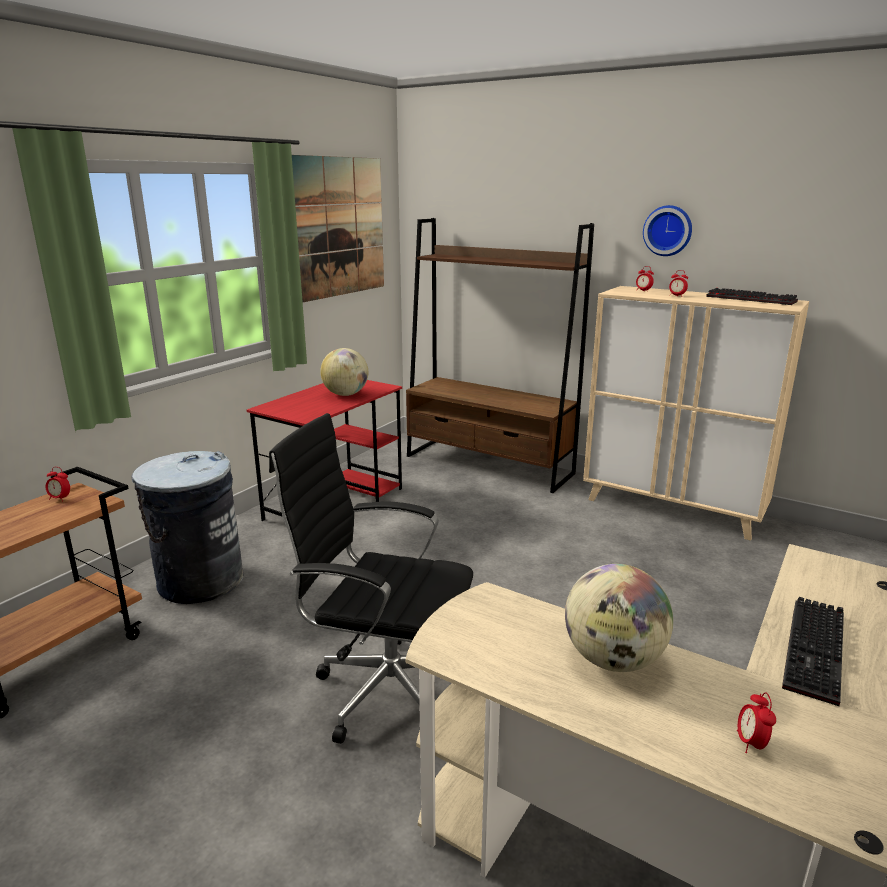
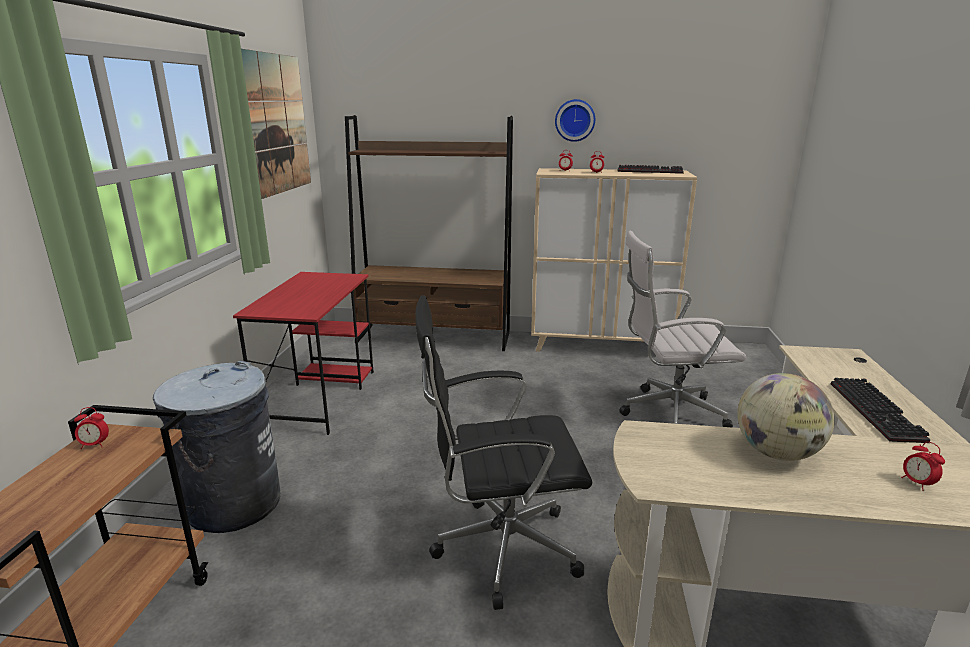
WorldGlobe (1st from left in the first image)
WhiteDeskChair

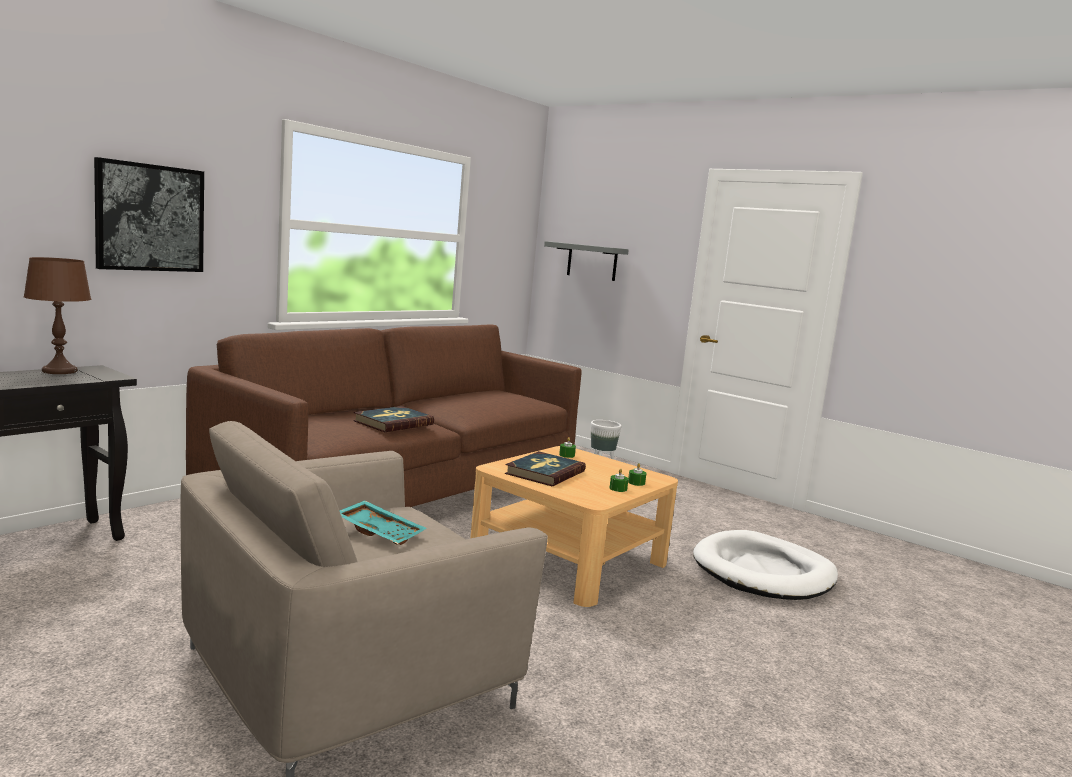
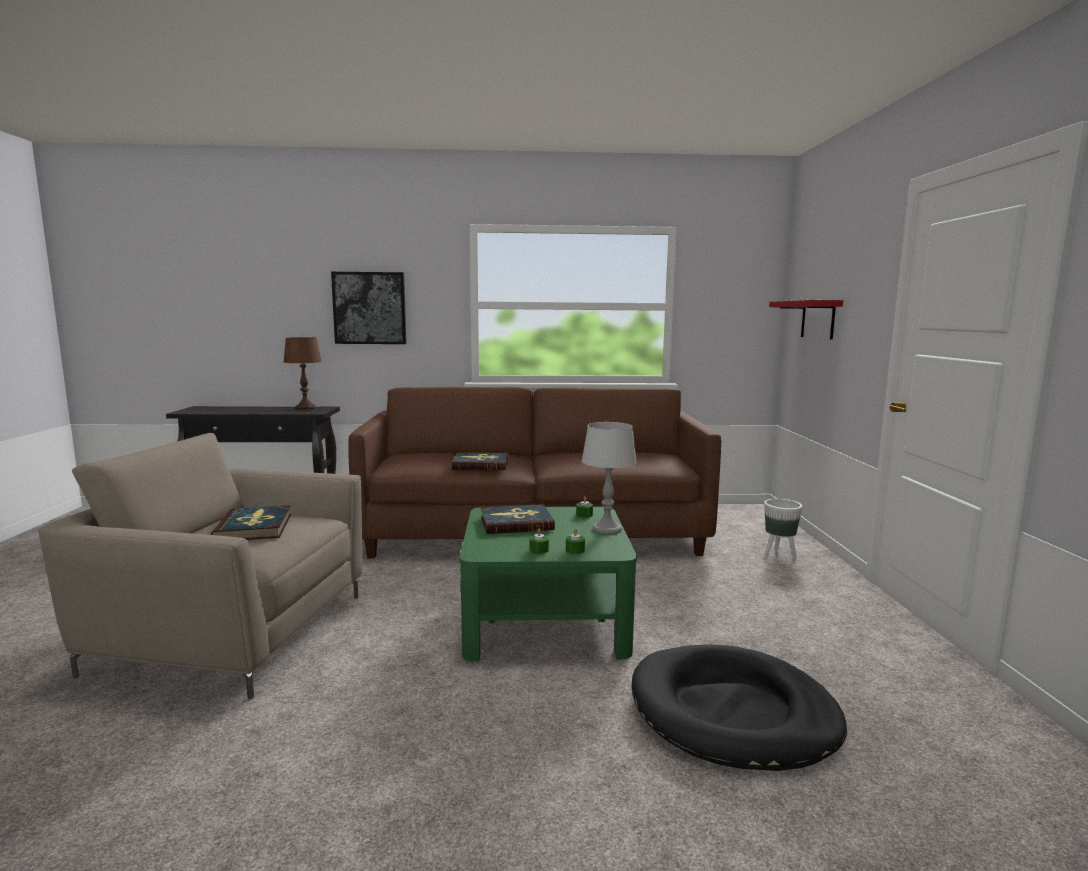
RedColouredBracketShelf
GreenColouredLoungeTable
BoundBook (1st from left)
BlackColouredDogCushion
GreyLampForATable

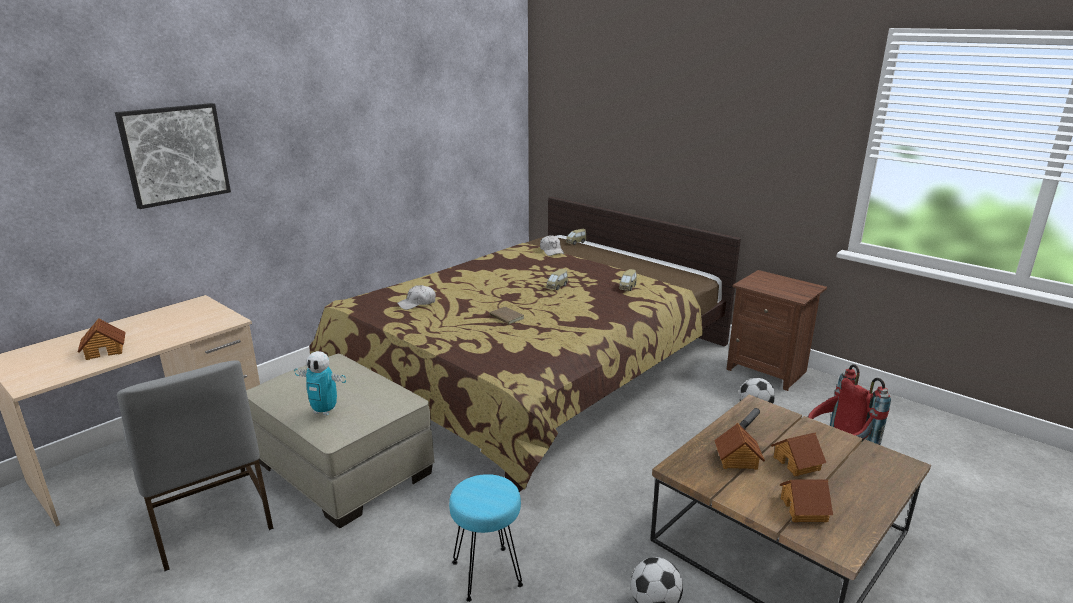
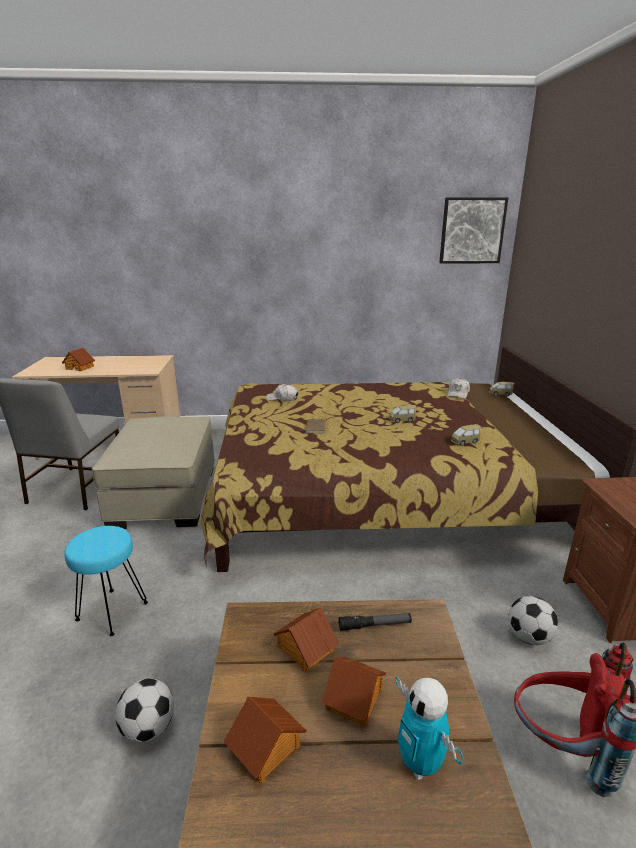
Picture
ToyRobot

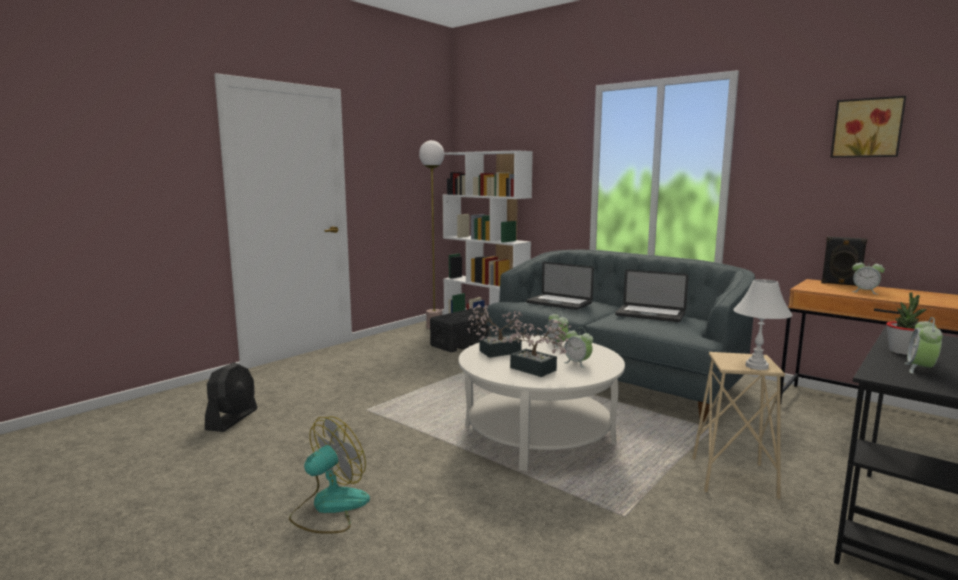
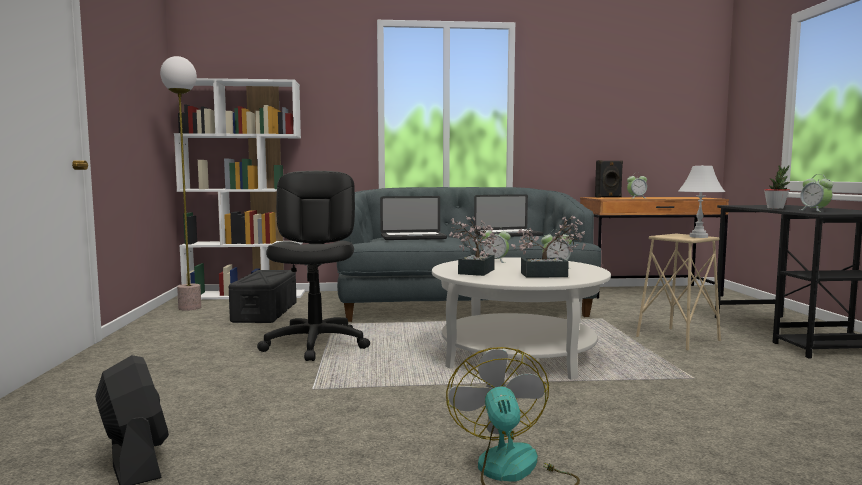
Picture
BlackColouredDeskChair

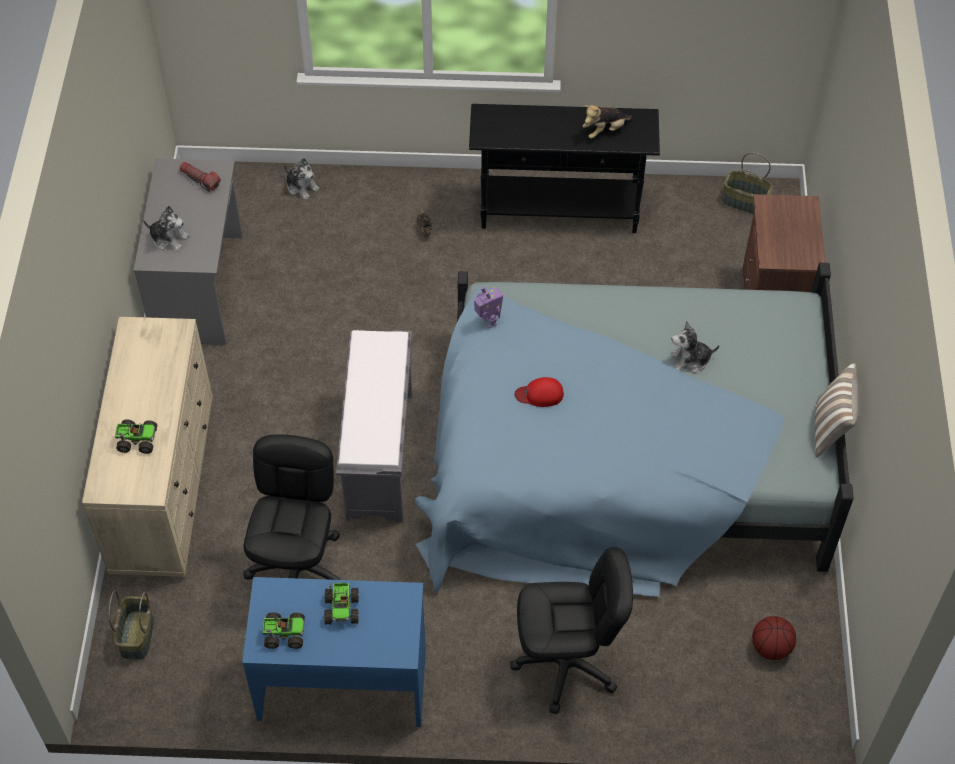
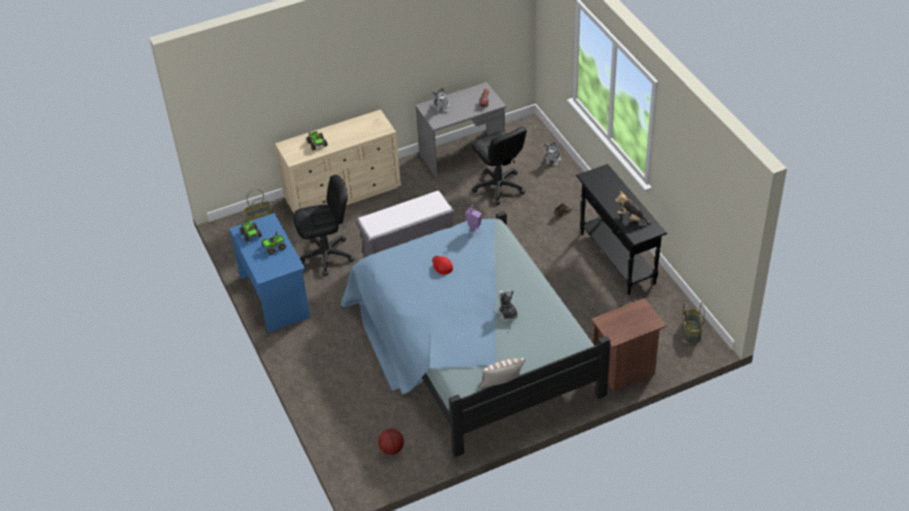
BlackColouredDeskChair (2nd from left)

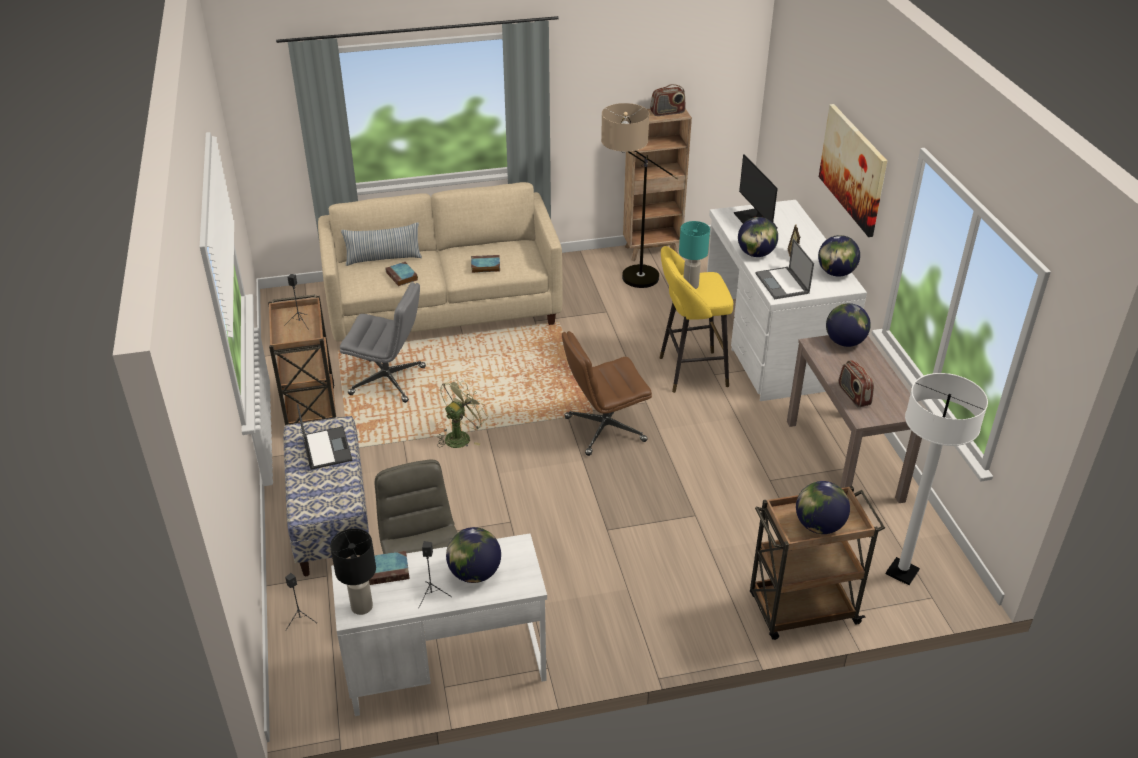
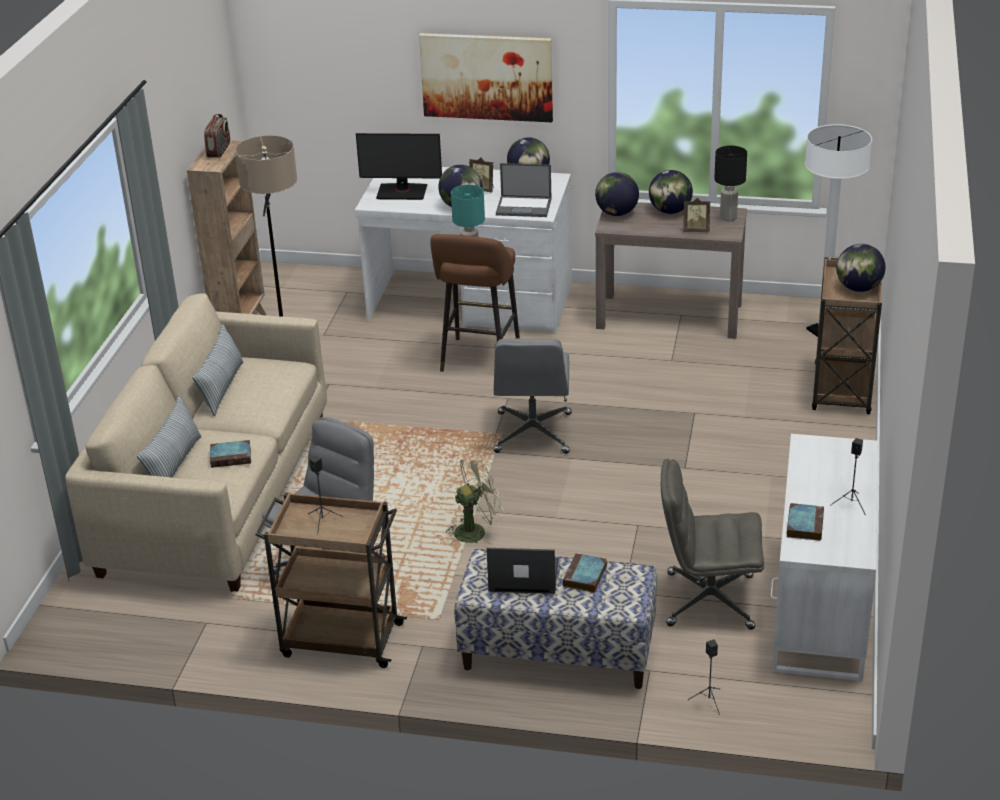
BrownishStool
BoundBook (2nd from left)
GreyDeskChair (2nd from left)
StandingFrame (2nd from left)
GreenColouredFan
WorldGlobe (4th from left)
BlackColouredLampForATable
Pillow (2nd from left)

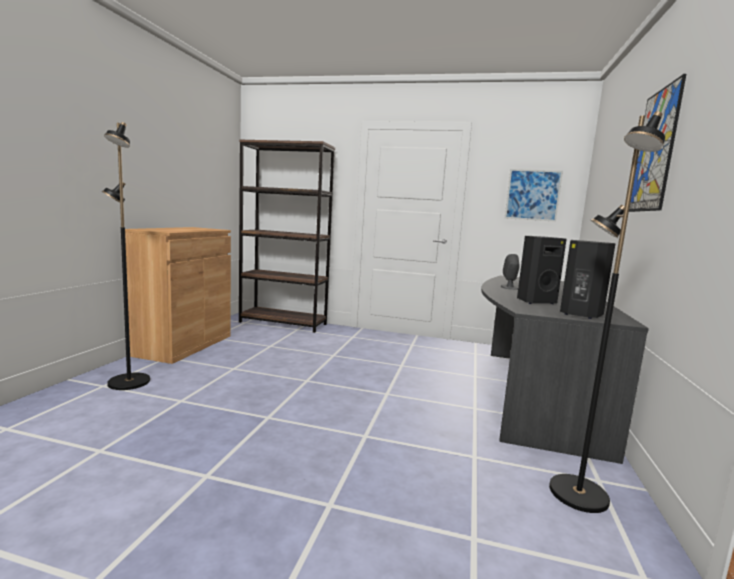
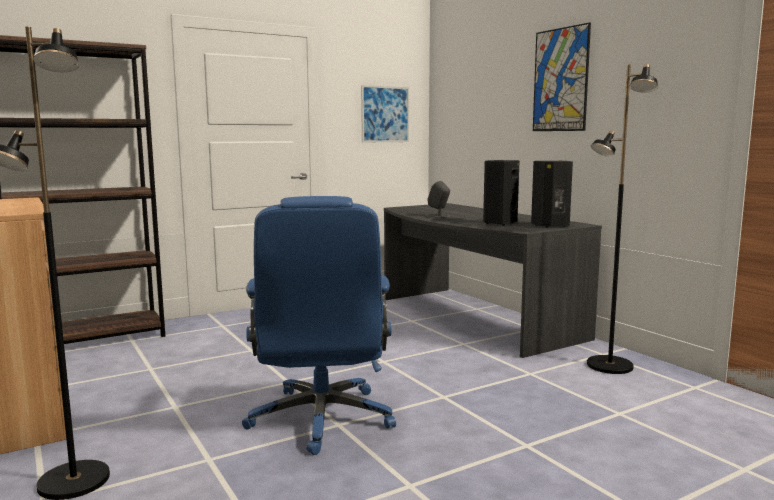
BlueColouredDeskChair

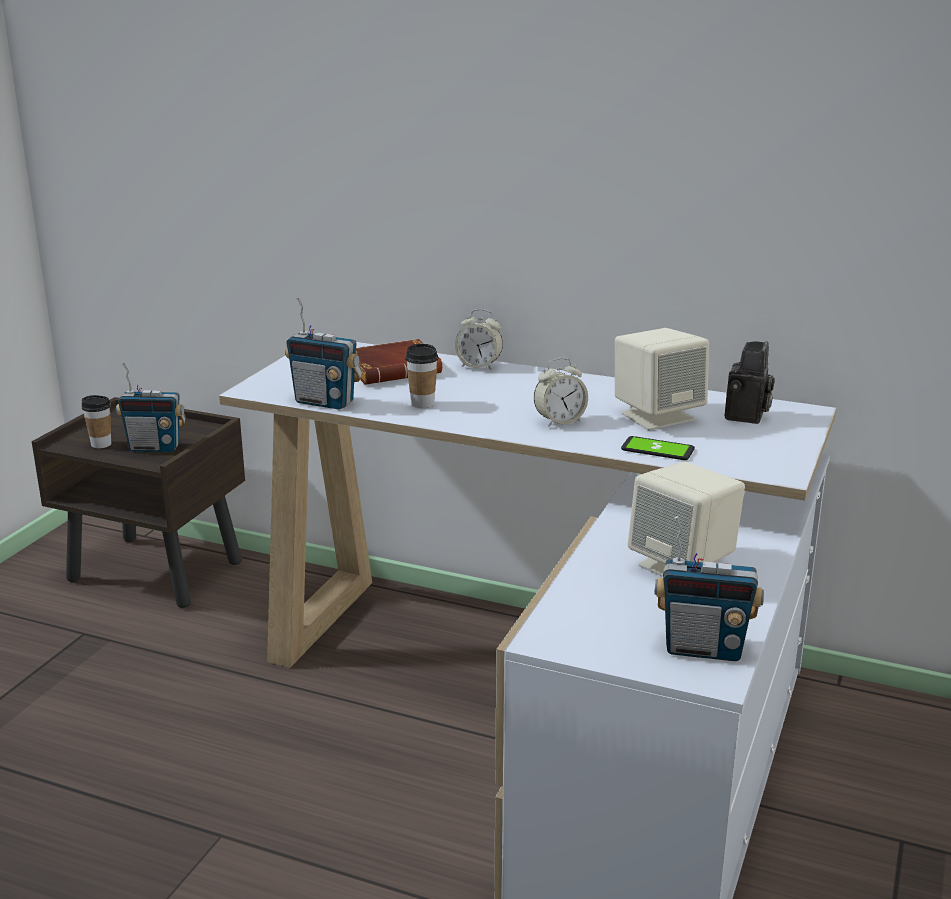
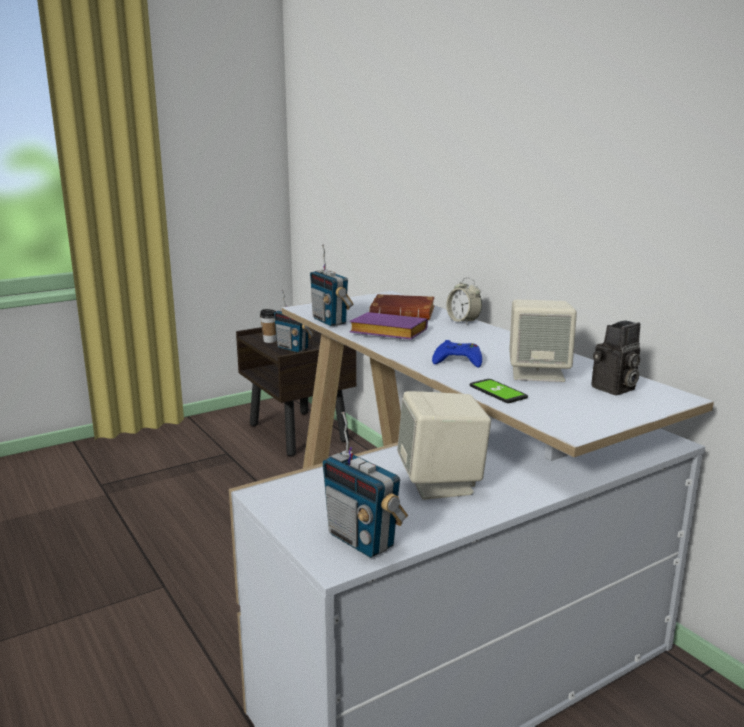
PurpleBoundBook
BlueColouredGameController

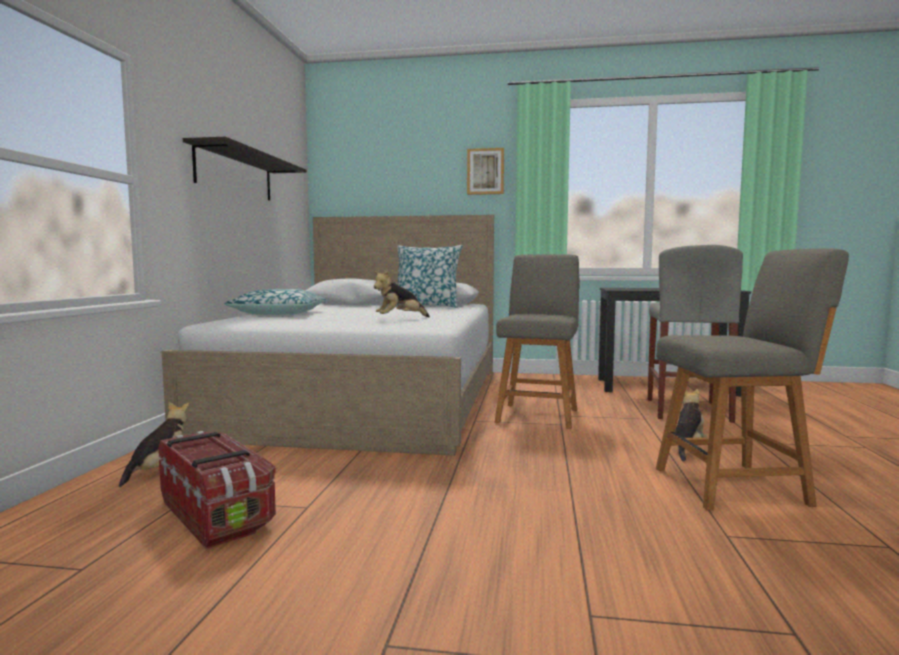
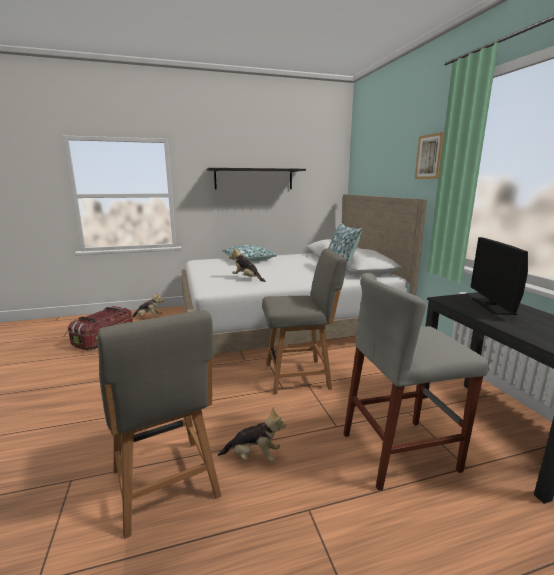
ComputerScreen

